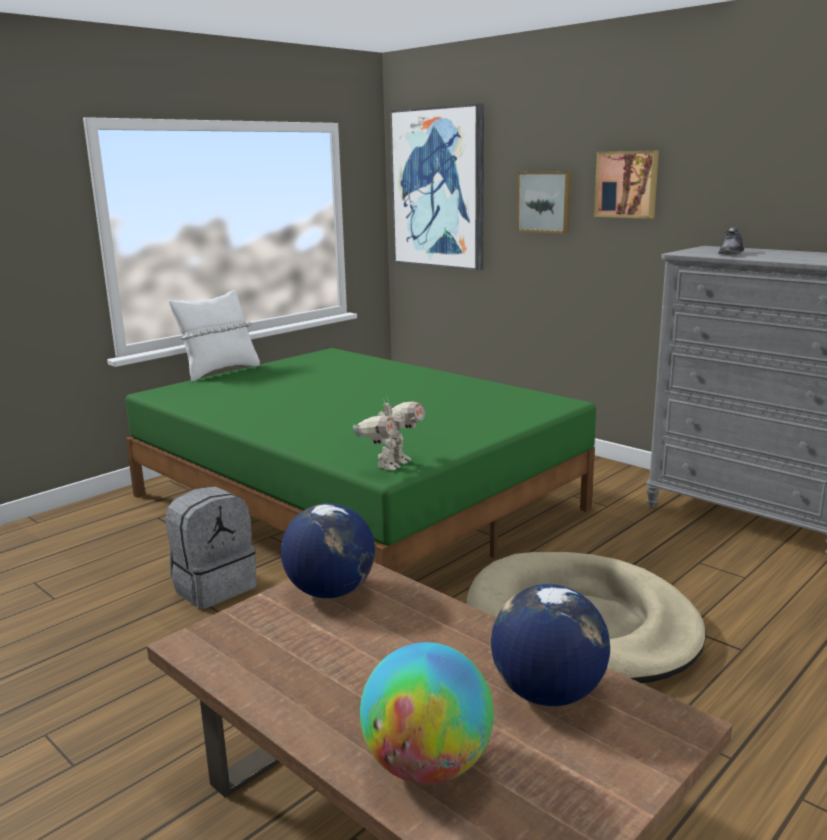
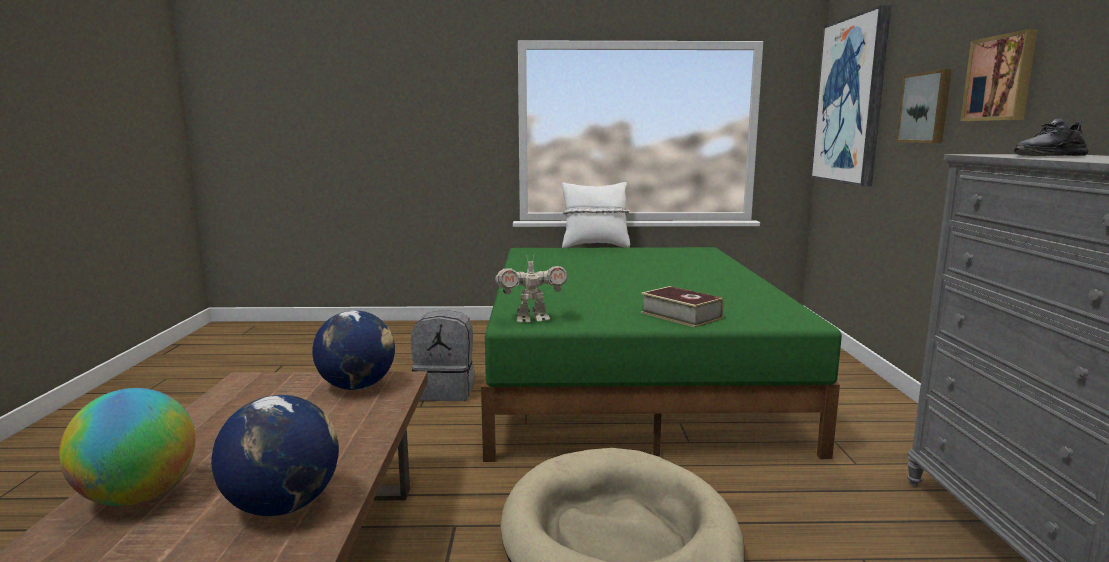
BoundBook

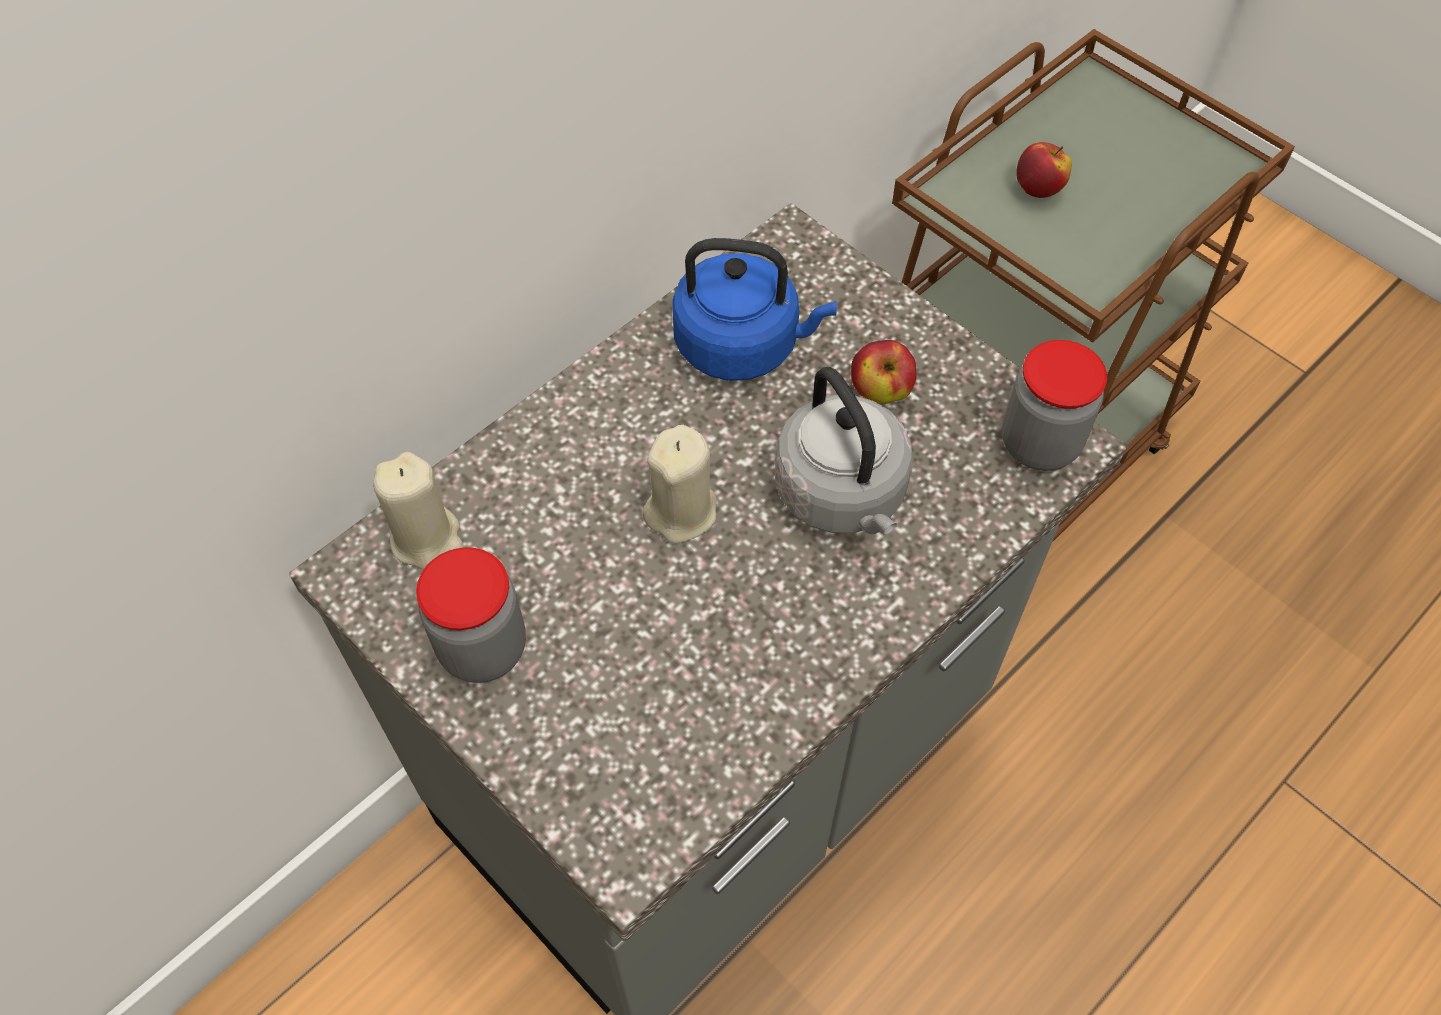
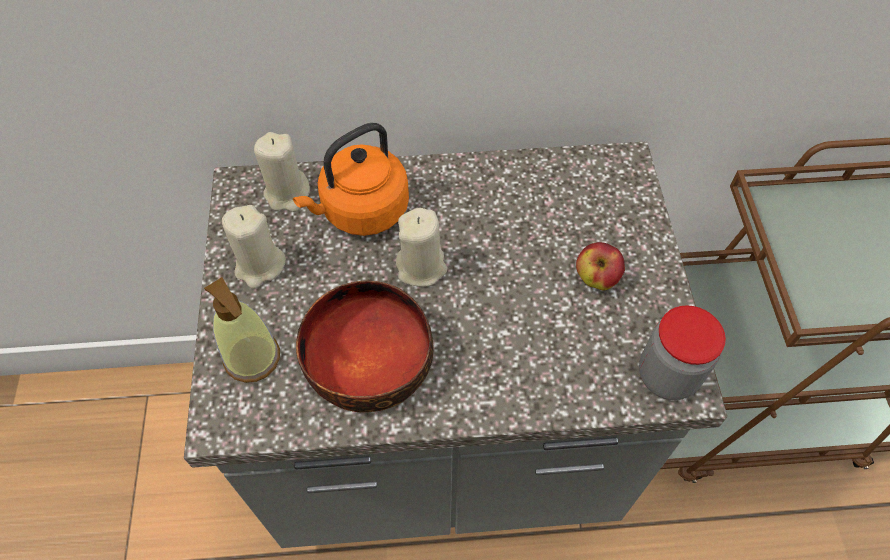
AppleFruit (2nd from left in the first image)
BlueColouredWaterKettle
GreyWaterKettle
SandColouredWaxCandle (1st from left)
OrangeyWaterKettle
LiquidSoapBottle
ServingBowl

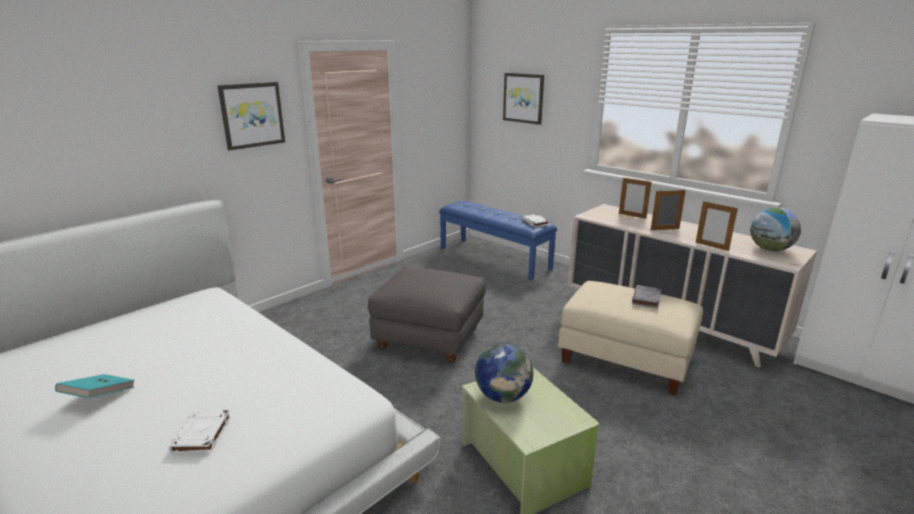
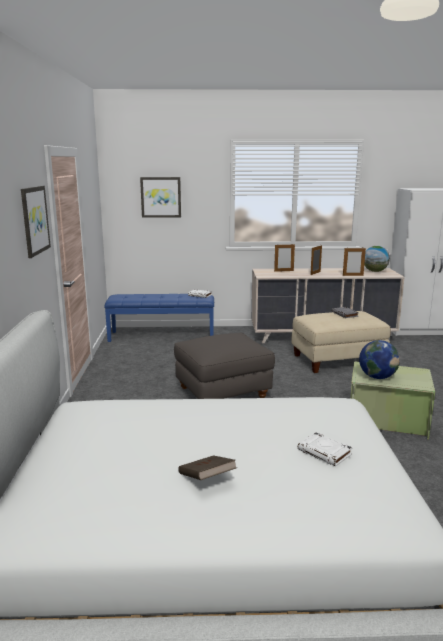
BrownishBoundBook

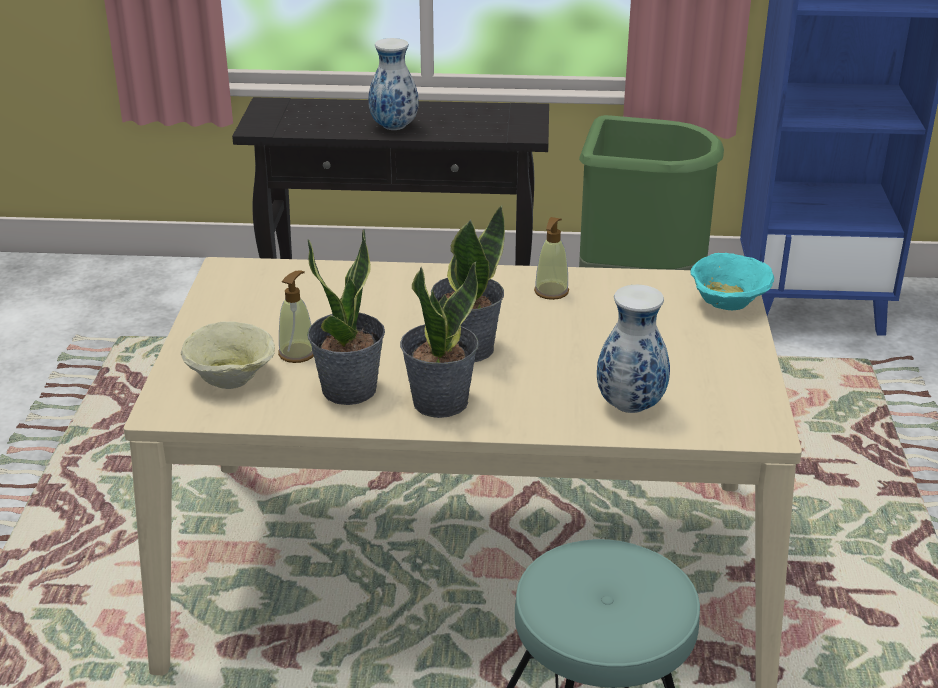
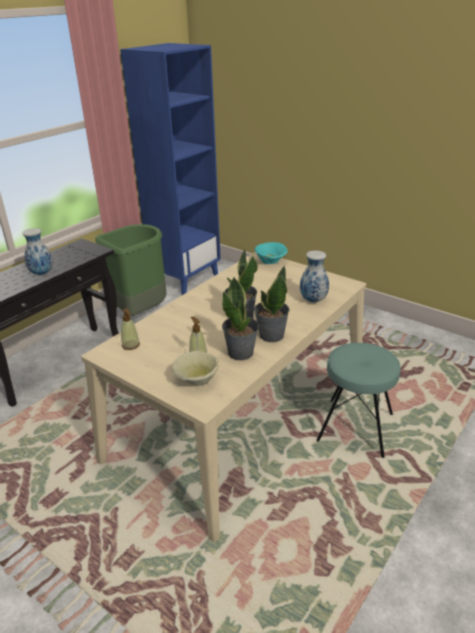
LiquidSoapBottle (1st from left)

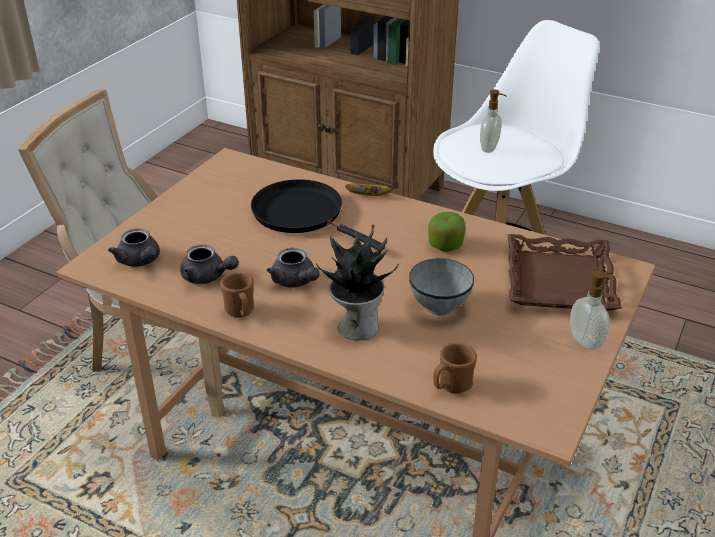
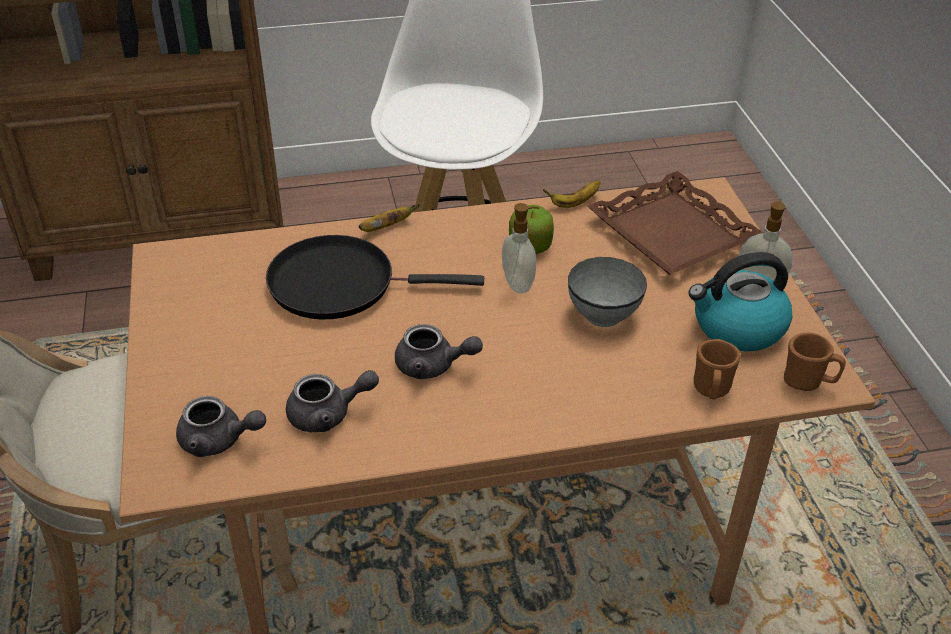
LiquidSoapBottle (1st from left)
PottedPlant
BrownishCoffeeMug (2nd from left)
WholeBanana (2nd from left)
WaterKettle

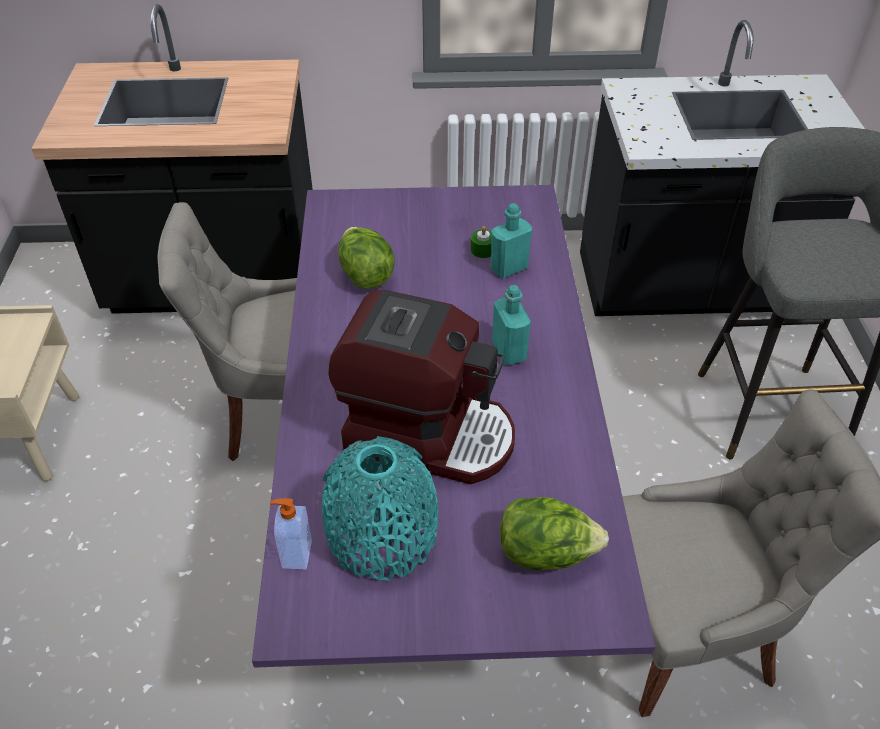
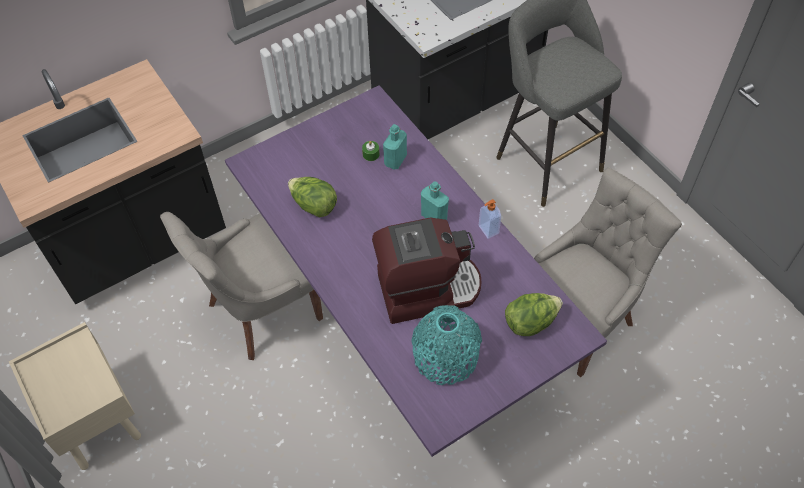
LiquidSoapBottle

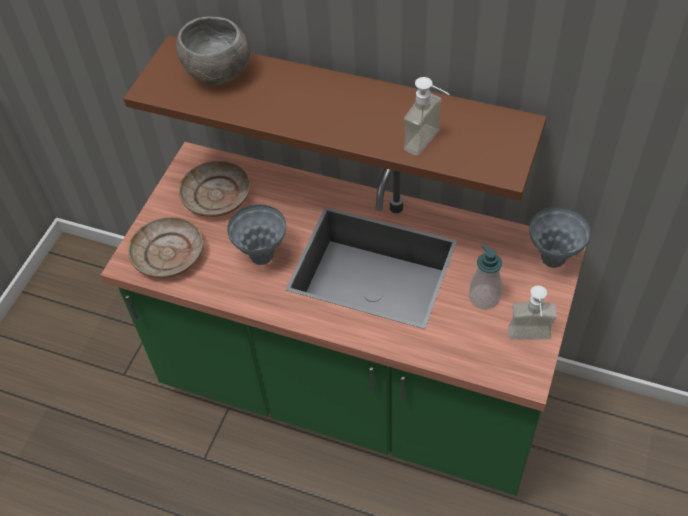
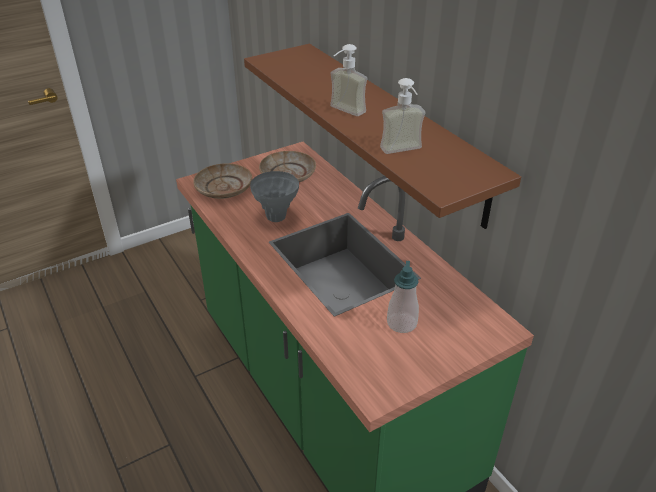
GreyServingBowl
GreyFlowerVase (2nd from left in the first image)
LiquidSoapBottle (1st from left)

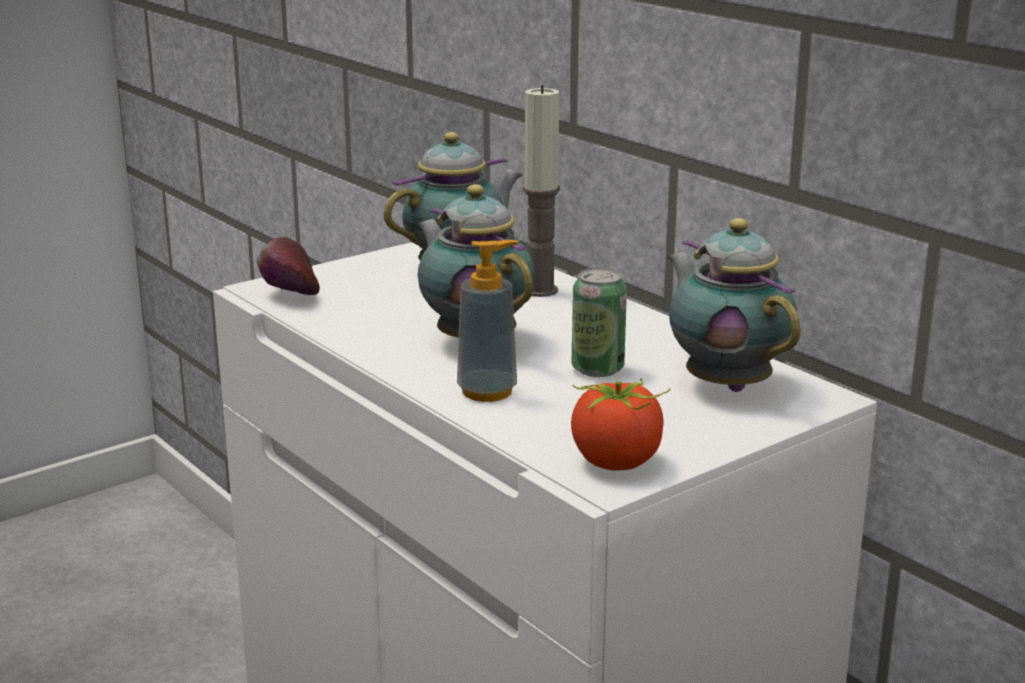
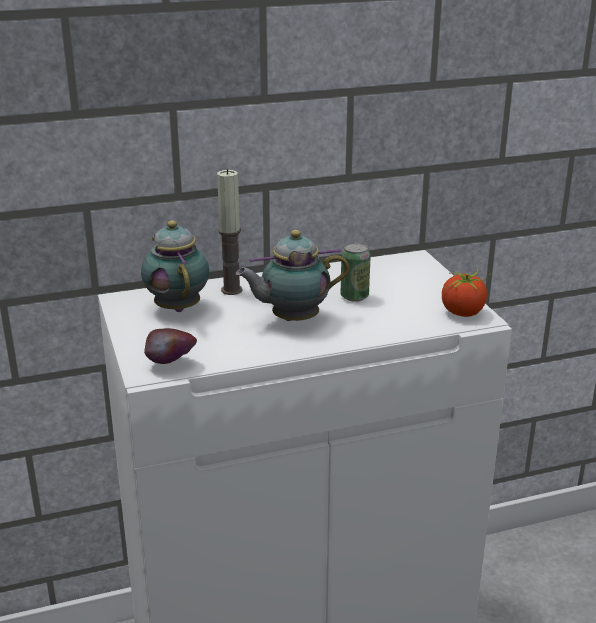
TeaPot (3rd from left in the first image)
LiquidSoapBottle

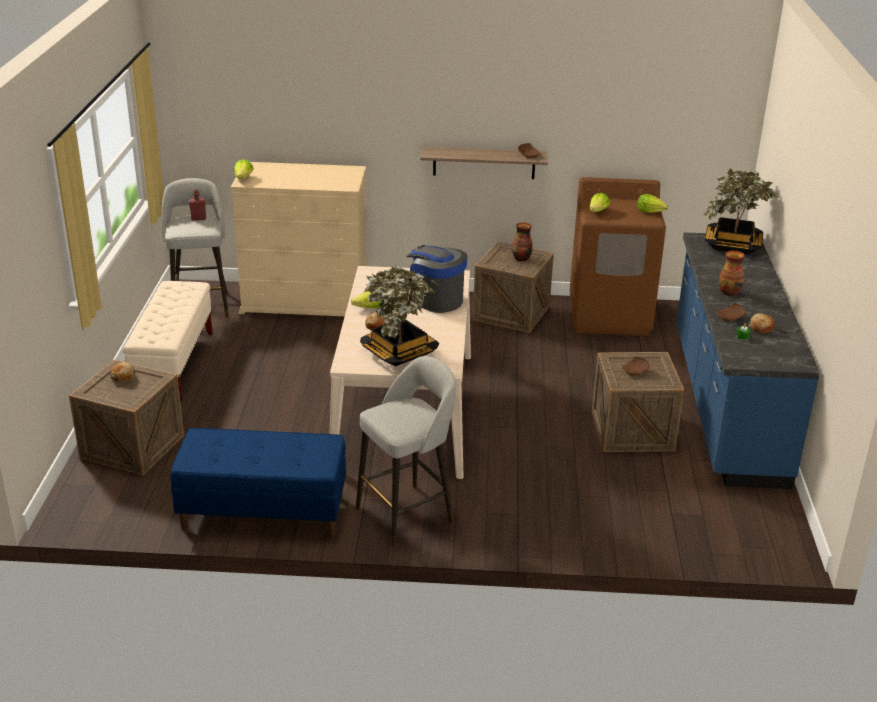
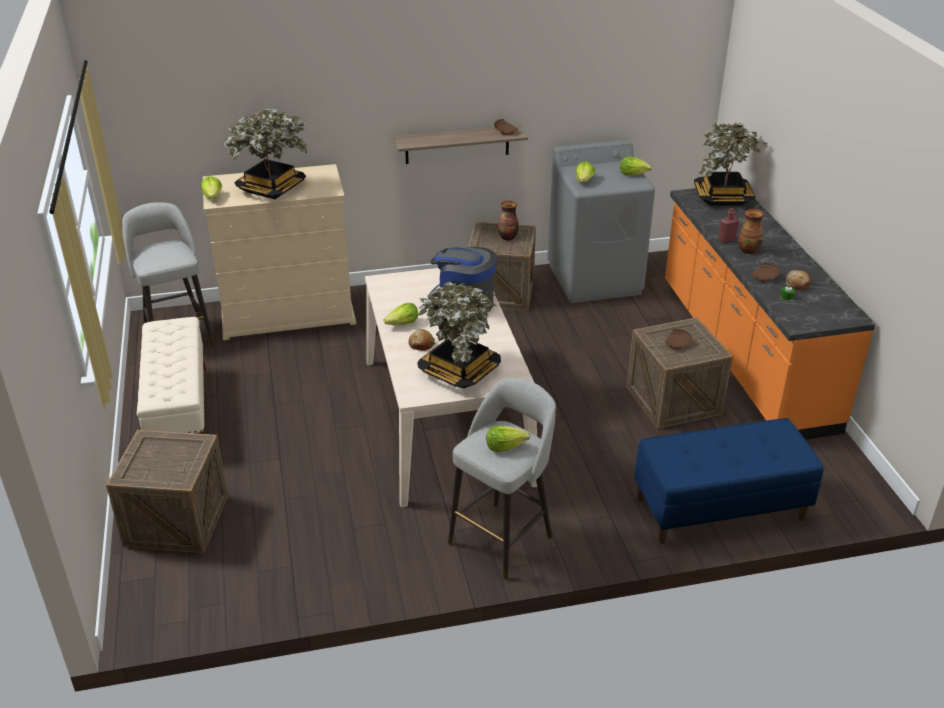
GreyLaundryMachine
RedColouredDrinkBottle
OrangeyCounter
Bread (1st from left in the first image)
BlueColouredIndoorBench
PottedPlant (1st from left)
LettuceHead (3rd from left)

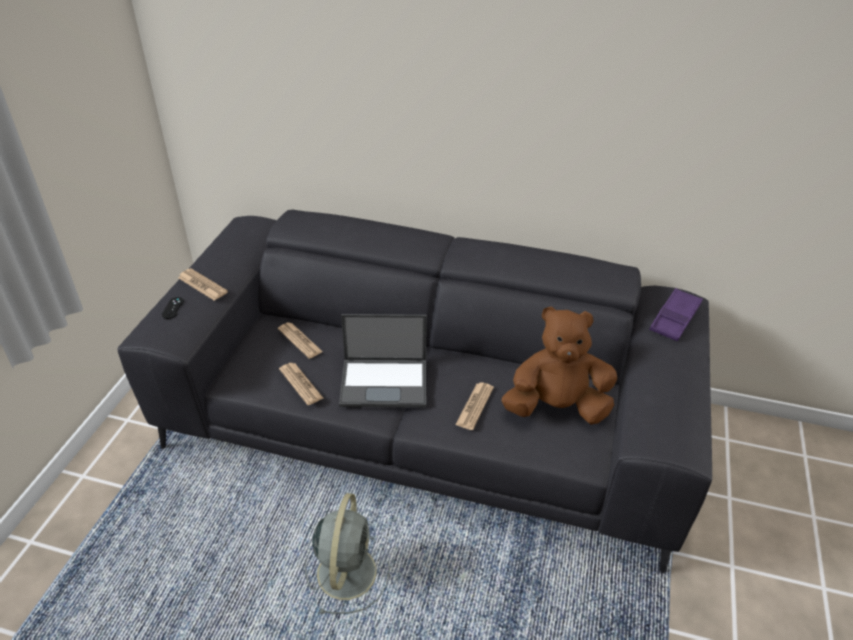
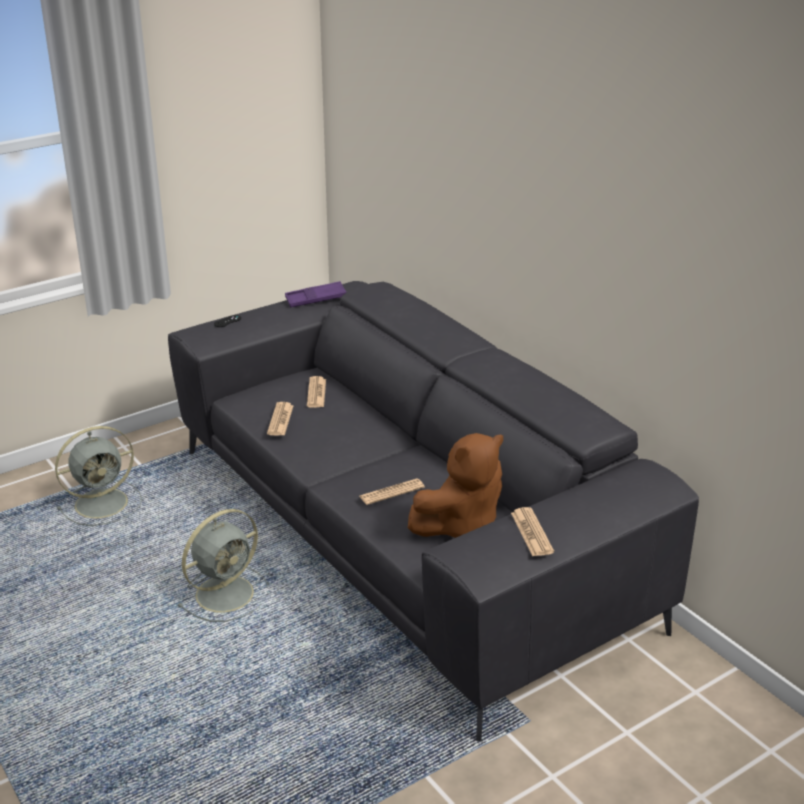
DailyPaper (4th from left)
PurpleServingTray
BrownishSoftToy
NotebookComputer
GreyFan (1st from left)

